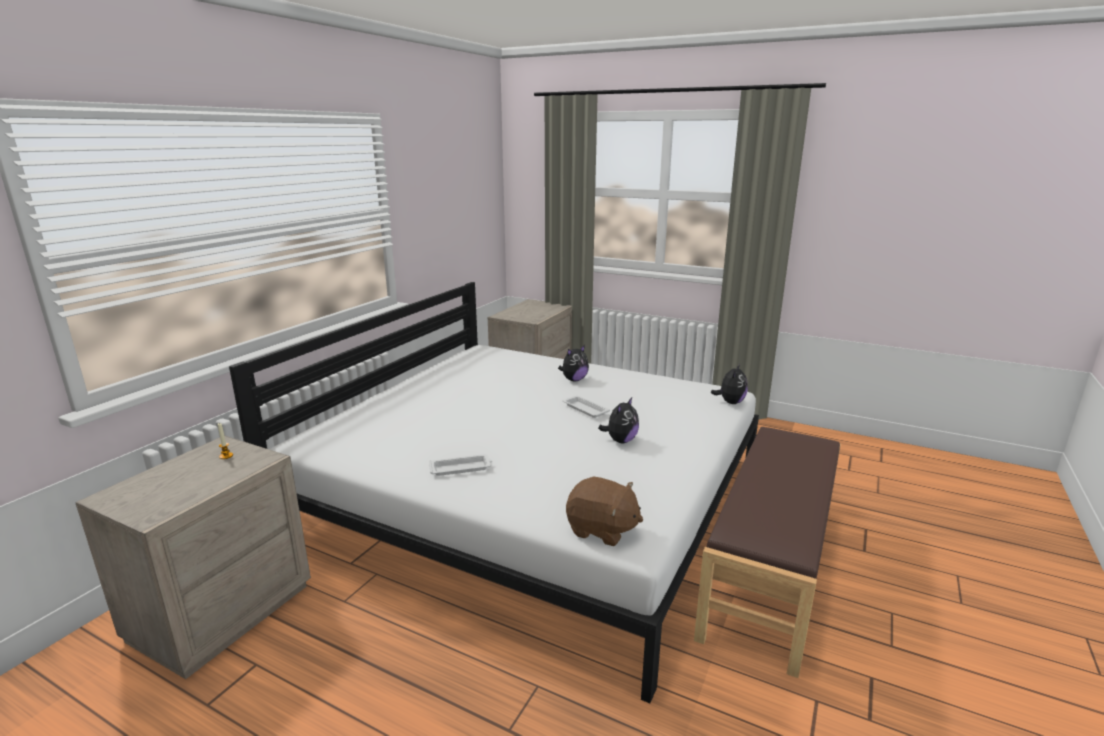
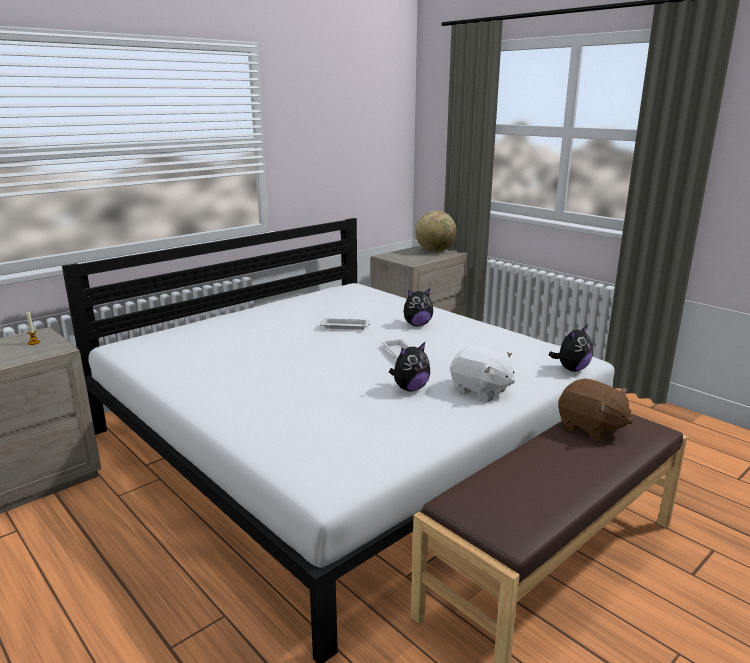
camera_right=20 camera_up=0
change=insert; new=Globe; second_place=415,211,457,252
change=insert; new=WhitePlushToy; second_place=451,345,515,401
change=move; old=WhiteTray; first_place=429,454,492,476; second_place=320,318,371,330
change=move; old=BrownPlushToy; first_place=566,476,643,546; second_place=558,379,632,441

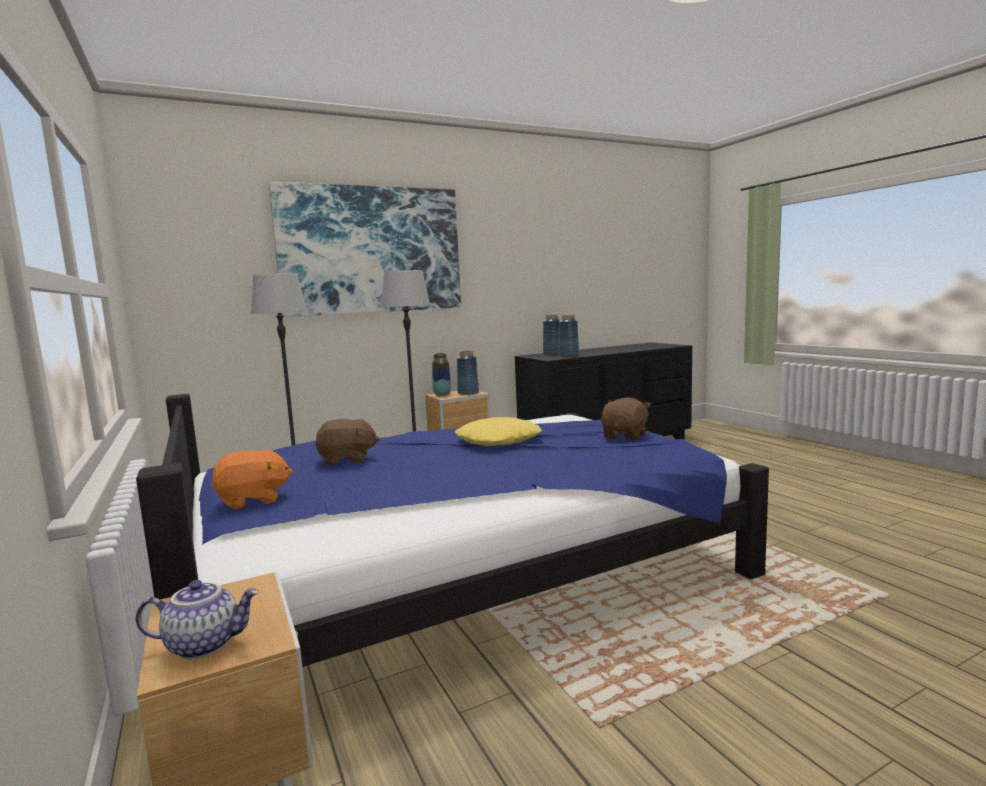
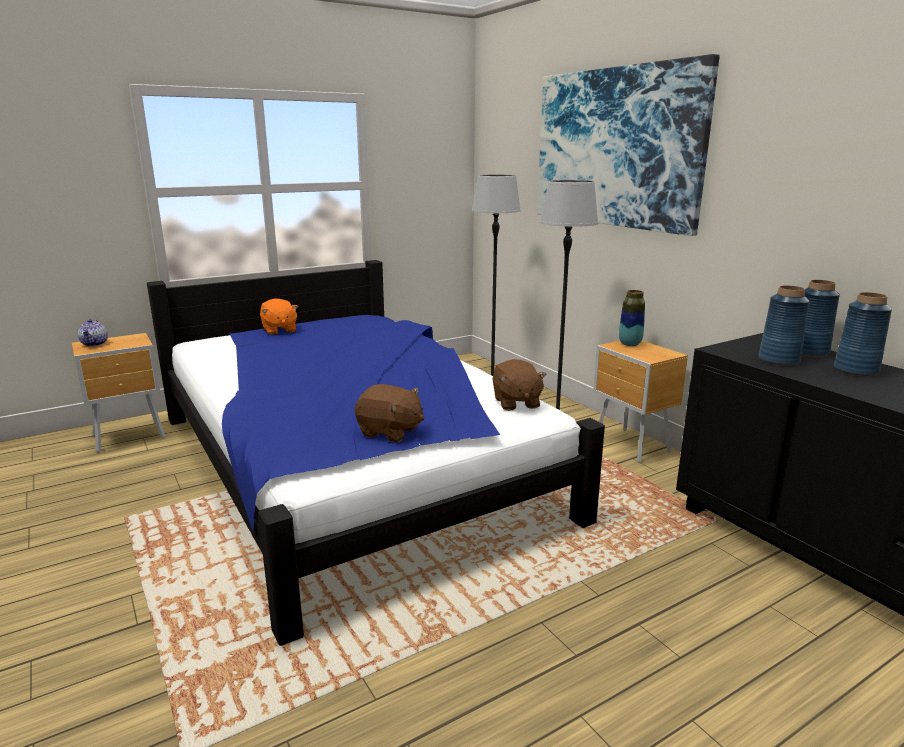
camera_right=85 camera_up=10
change=delete; old=YellowPillow; first_place=455,417,542,446
change=move; old=BrownPlushToy; first_place=315,419,380,465; second_place=492,359,547,411
change=move; old=BlueVase; first_place=457,351,479,395; second_place=834,292,892,377

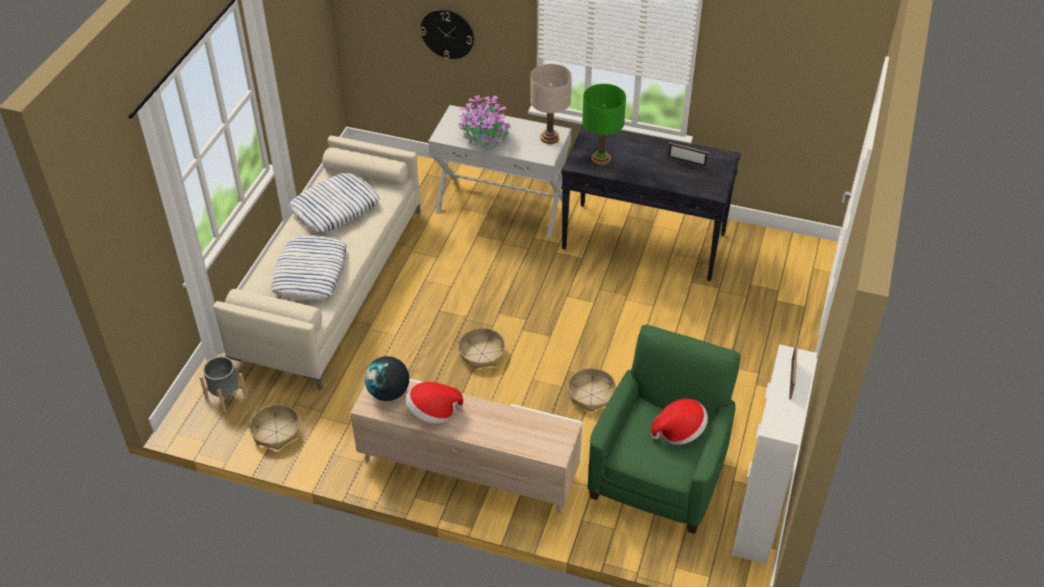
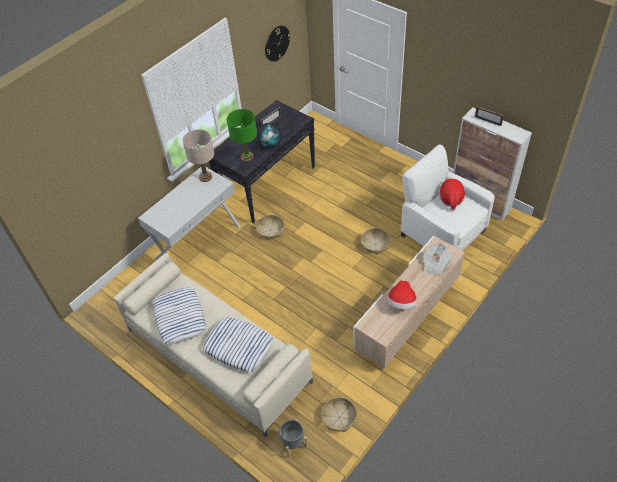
camera_right=-65 camera_up=5
change=delete; old=PottedPlant; first_place=458,95,512,149
change=insert; new=Newspaper; second_place=423,243,452,275
change=move; old=Globe; first_place=365,356,409,401; second_place=257,123,282,148
change=move; old=WallClock; first_place=420,9,474,59; second_place=265,26,291,62
change=move; old=Basket; first_place=458,328,506,369; second_place=256,215,284,240
change=recolor; old=GreenArmchair; new=WhiteArmchair; first_place=588,325,740,534; second_place=401,145,495,251

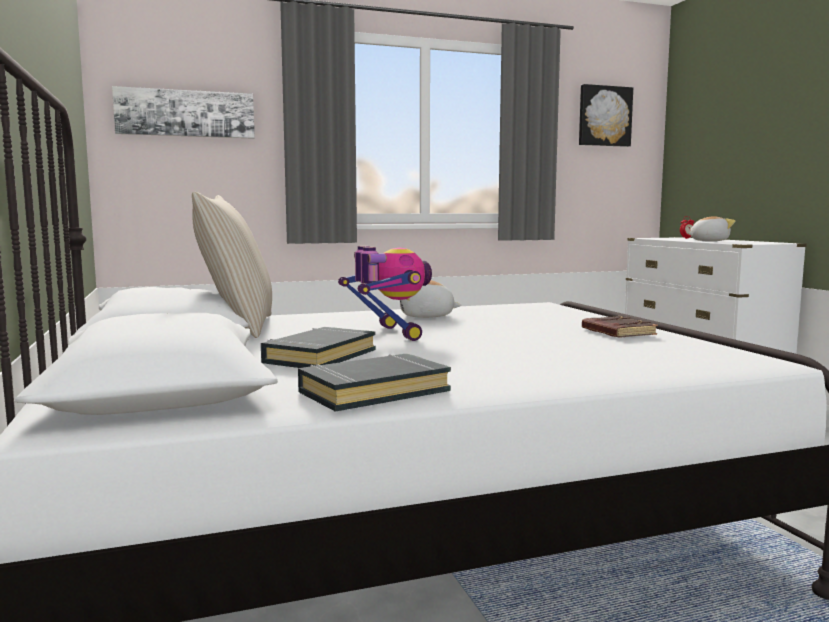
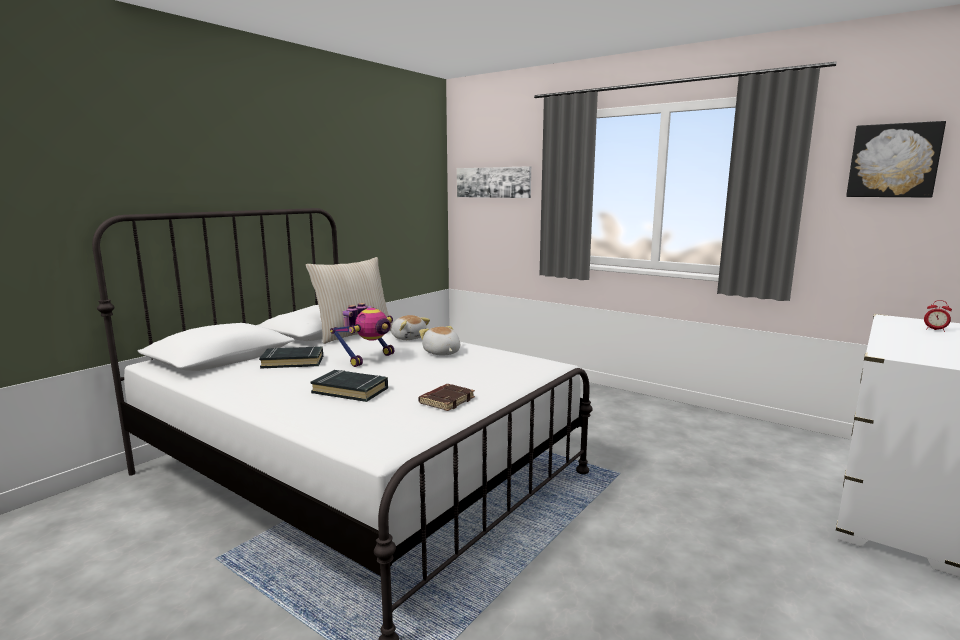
camera_right=55 camera_up=5
change=move; old=BlackBook; first_place=298,353,451,412; second_place=311,370,388,402
change=move; old=PlushToy; first_place=688,216,735,241; second_place=391,315,430,340

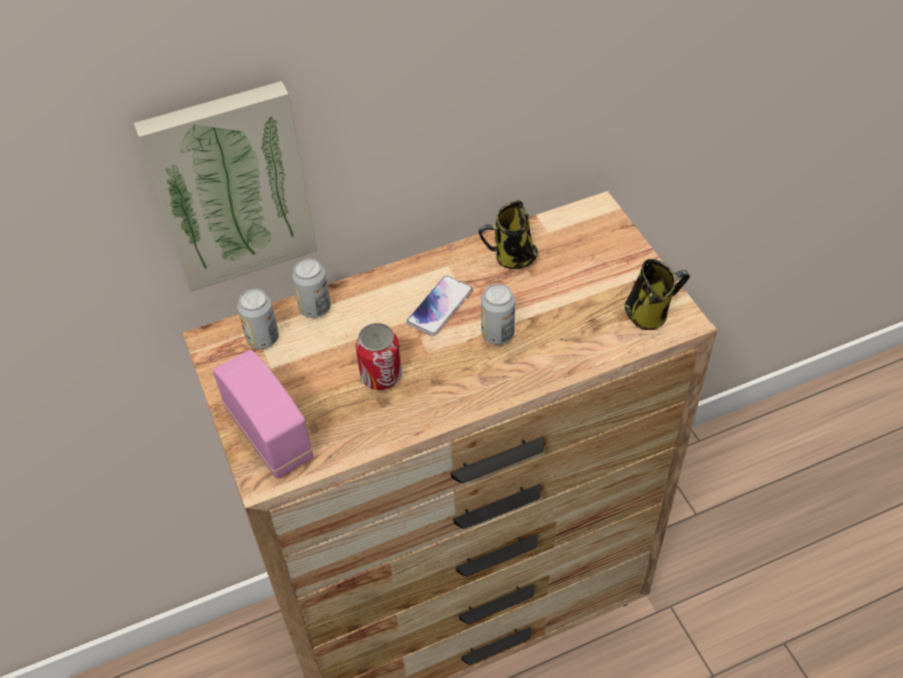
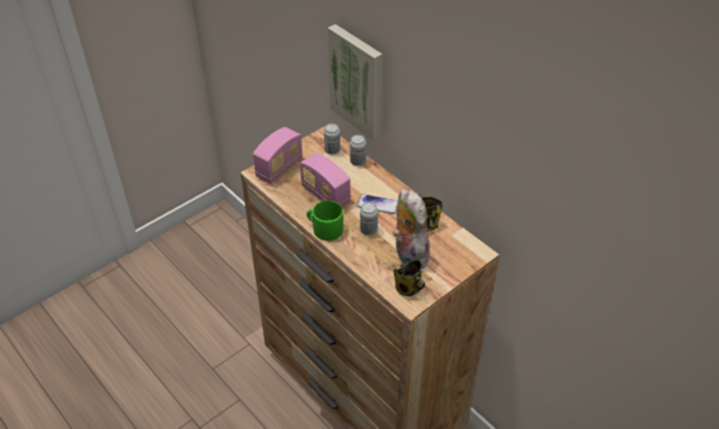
camera_right=70 camera_up=-5
change=insert; new=GreenMug; second_place=307,201,343,241
change=insert; new=PlushToy; second_place=393,189,431,269
change=replace; old=Can; new=Radio; first_place=356,323,402,390; second_place=300,153,351,207

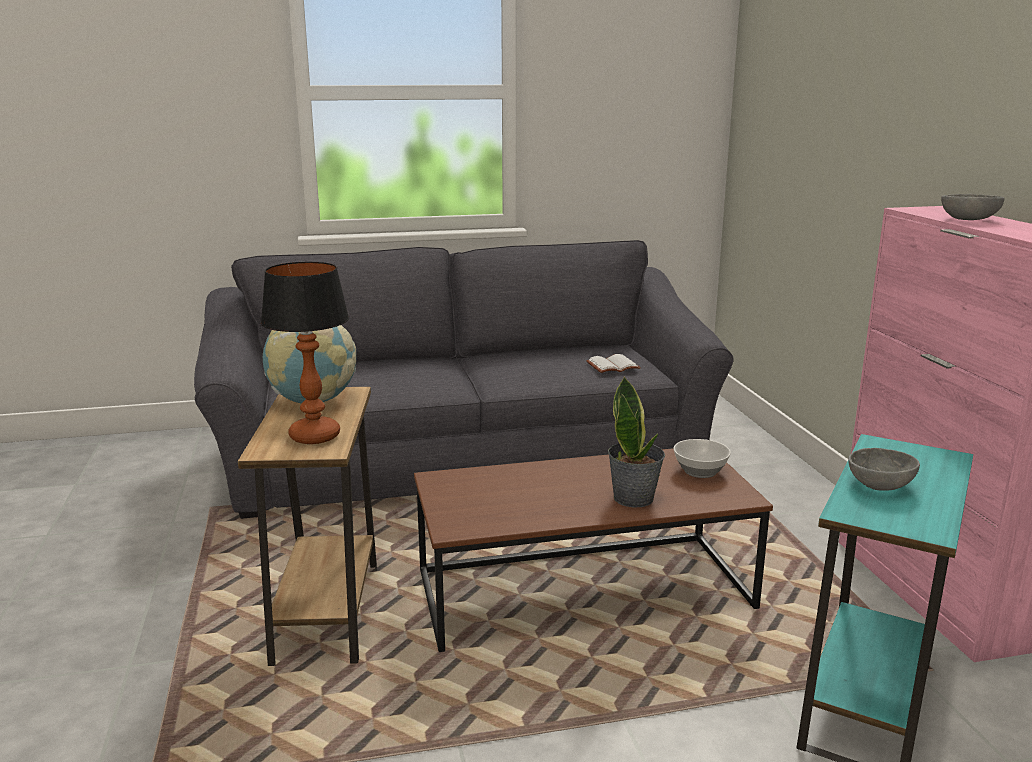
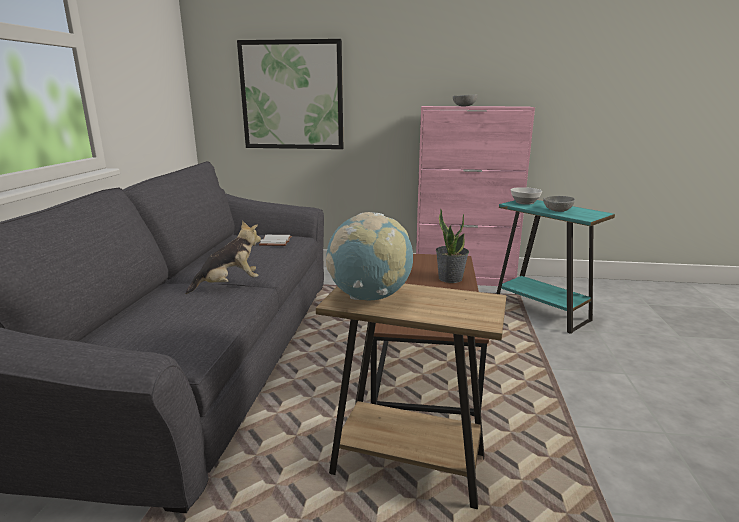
camera_right=-70 camera_up=0
change=delete; old=TableLamp; first_place=261,262,349,444
change=insert; new=PlushToy; second_place=185,221,261,294
change=insert; new=Picture; second_place=237,39,343,149
change=move; old=Bowl; first_place=673,439,731,478; second_place=511,187,542,205

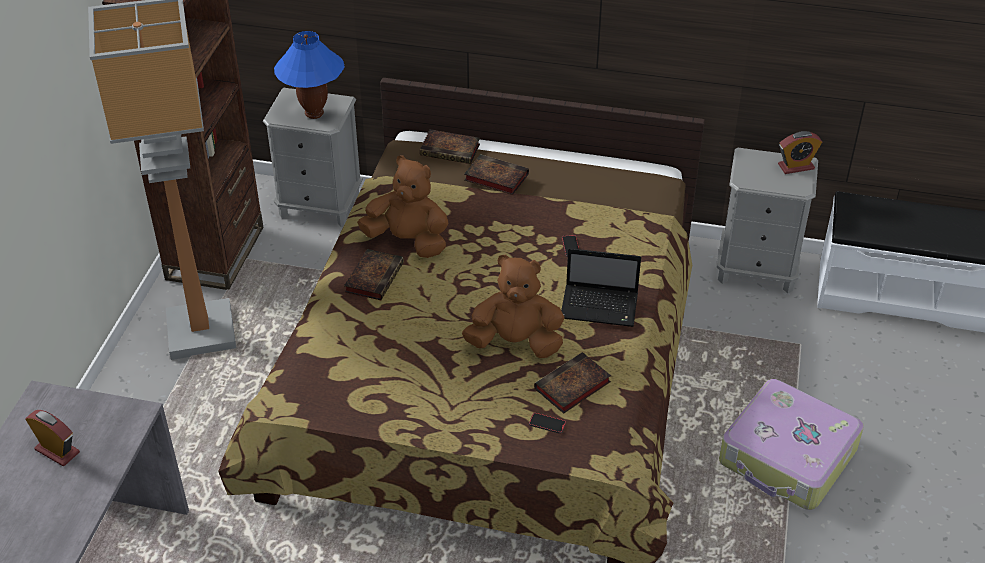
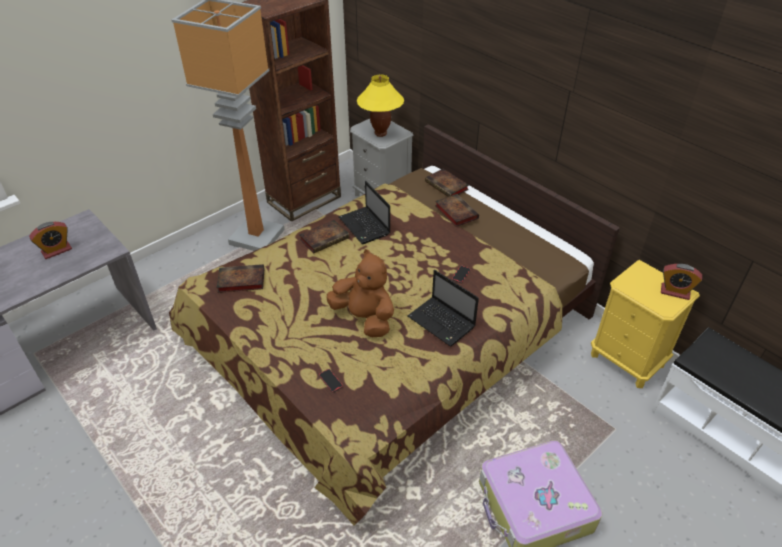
camera_right=35 camera_up=0
change=move; old=Book; first_place=534,352,611,414; second_place=217,264,264,293
change=replace; old=BrownPlushToy; new=Laptop; first_place=357,156,449,258; second_place=338,181,390,244
change=recolor; old=BlueTableLamp; new=YellowTableLamp; first_place=274,31,344,119; second_place=357,74,404,137
change=recolor; old=GreyNightstand; new=YellowNightstand; first_place=717,147,818,293; second_place=591,260,700,388
change=rotate; old=AlarmClock; first_place=25,410,80,466; second_place=29,222,72,259; degrees=75

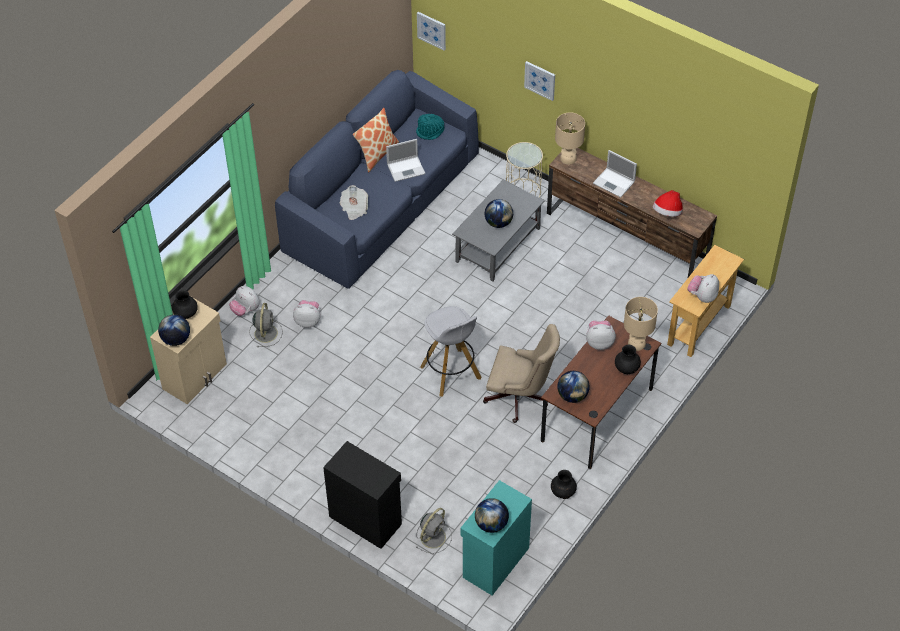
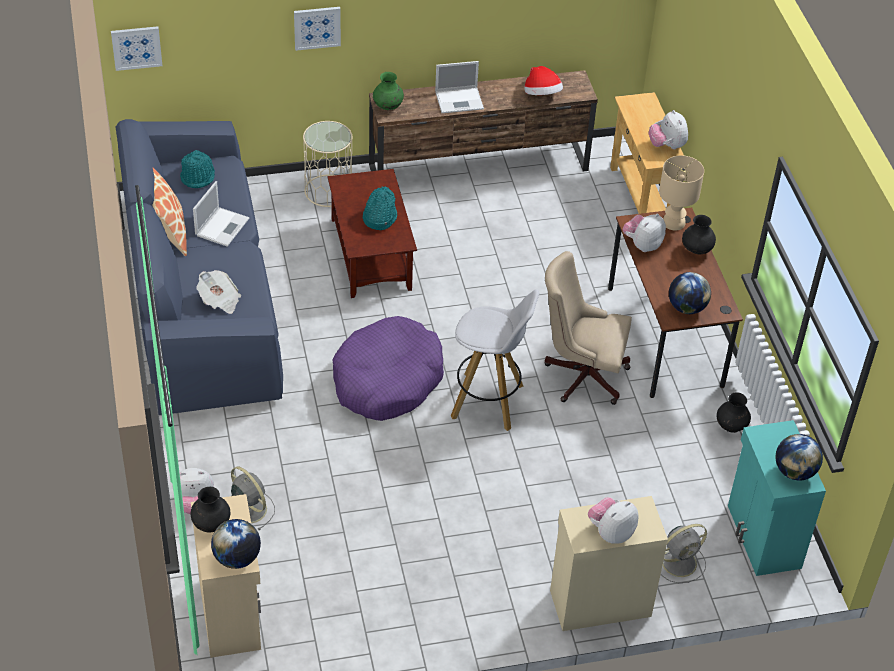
camera_right=-50 camera_up=-5
change=insert; new=PurpleDogBed; second_place=332,316,444,421
change=move; old=PlushToy; first_place=293,300,320,328; second_place=588,497,639,544
change=replace; old=Globe; new=TurquoiseHat; first_place=485,199,513,228; second_place=362,186,397,230
change=replace; old=BeigeTableLamp; new=GreenVase; first_place=555,112,585,165; second_place=373,72,404,110
change=recolor; old=BlackCabinet; new=BeigeCabinet; first_place=323,441,402,549; second_place=550,496,668,631
change=recolor; old=GreyCoffeeTable; new=BrownCoffeeTable; first_place=452,180,545,282; second_place=327,169,417,298
change=rotate; old=GreyFan; first_place=416,508,452,554; second_place=661,524,707,583; degrees=75
change=rotate; old=BeigeOfficeChair; first_place=483,324,560,423; second_place=545,251,632,405; degrees=-135

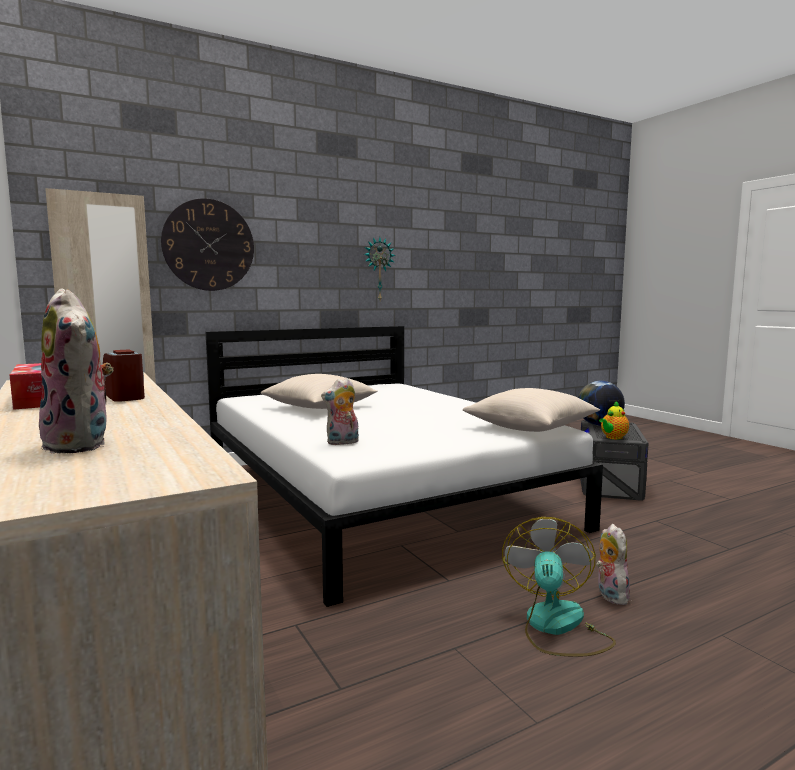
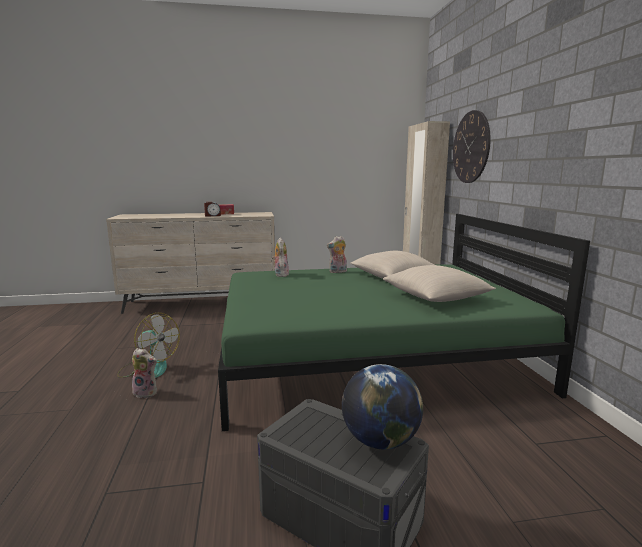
camera_right=110 camera_up=5
change=delete; old=WallClock; first_place=364,237,396,300
change=delete; old=Teapot; first_place=599,401,629,439
change=move; old=PlushToy; first_place=39,289,114,454; second_place=327,236,347,273
change=move; old=BeigePillow; first_place=463,388,600,432; second_place=383,265,496,302
change=recolor; old=WhiteBed; new=GreenBed; first_place=206,326,603,607; second_place=218,214,590,431

